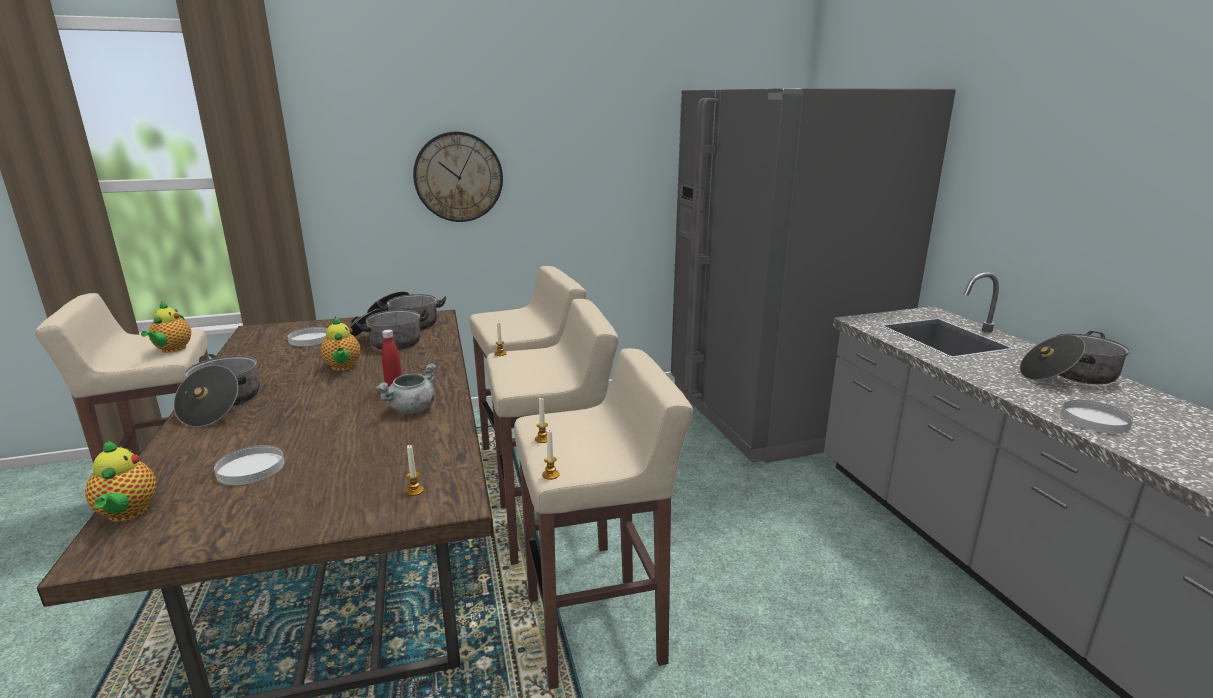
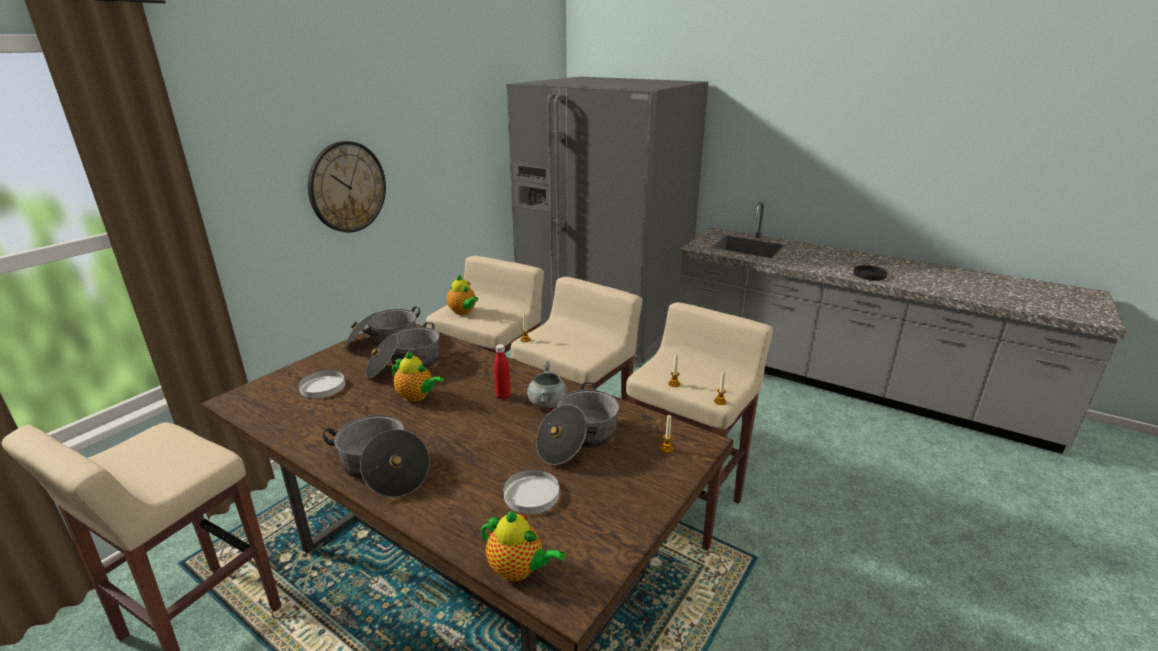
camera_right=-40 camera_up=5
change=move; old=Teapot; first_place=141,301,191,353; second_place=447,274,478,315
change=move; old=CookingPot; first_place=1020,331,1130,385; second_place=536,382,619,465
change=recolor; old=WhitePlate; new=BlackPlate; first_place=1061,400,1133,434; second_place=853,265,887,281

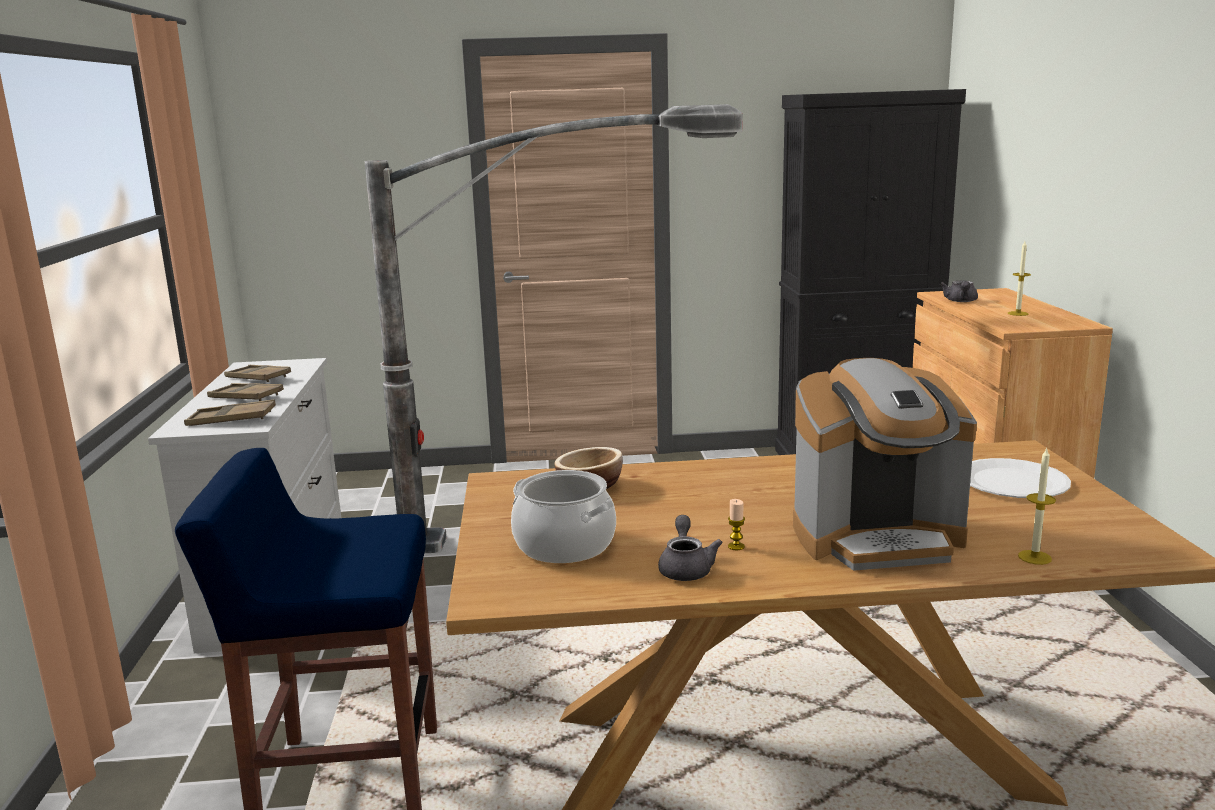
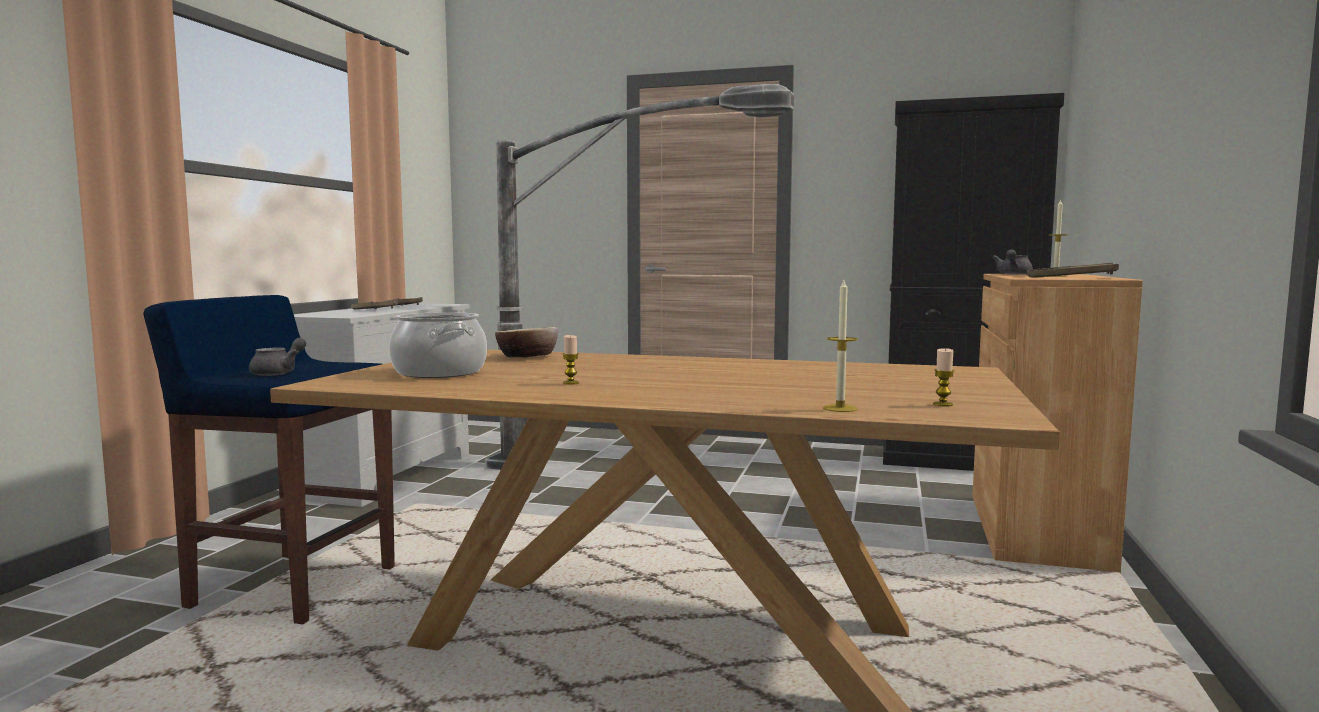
camera_right=20 camera_up=-10
change=delete; old=CoffeeMachine; first_place=793,358,977,571
change=delete; old=WhitePlate; first_place=970,458,1071,498
change=insert; new=Candle; second_place=933,348,955,407
change=move; old=BrownTray; first_place=184,400,276,426; second_place=1026,263,1119,278
change=move; old=GreyTeapot; first_place=658,515,723,581; second_place=249,338,306,376

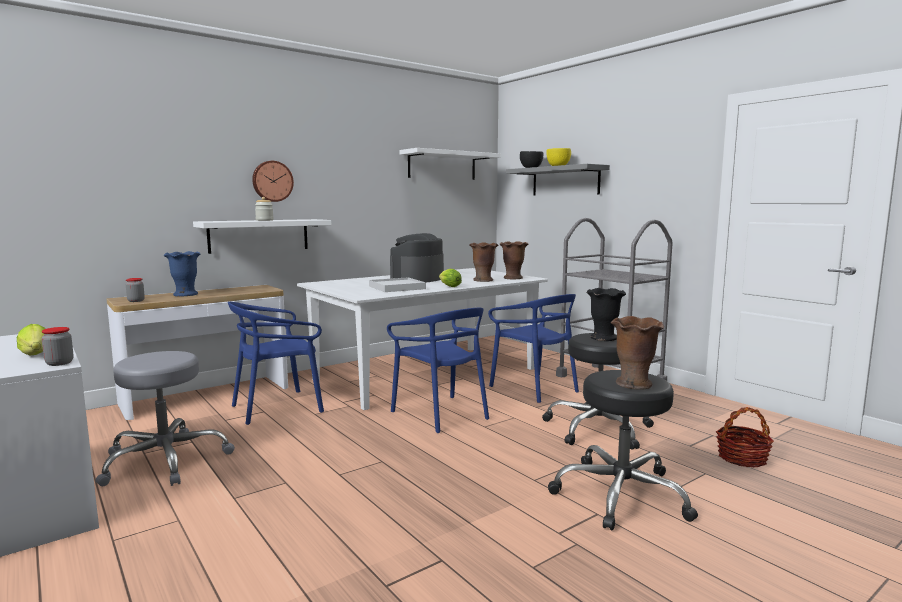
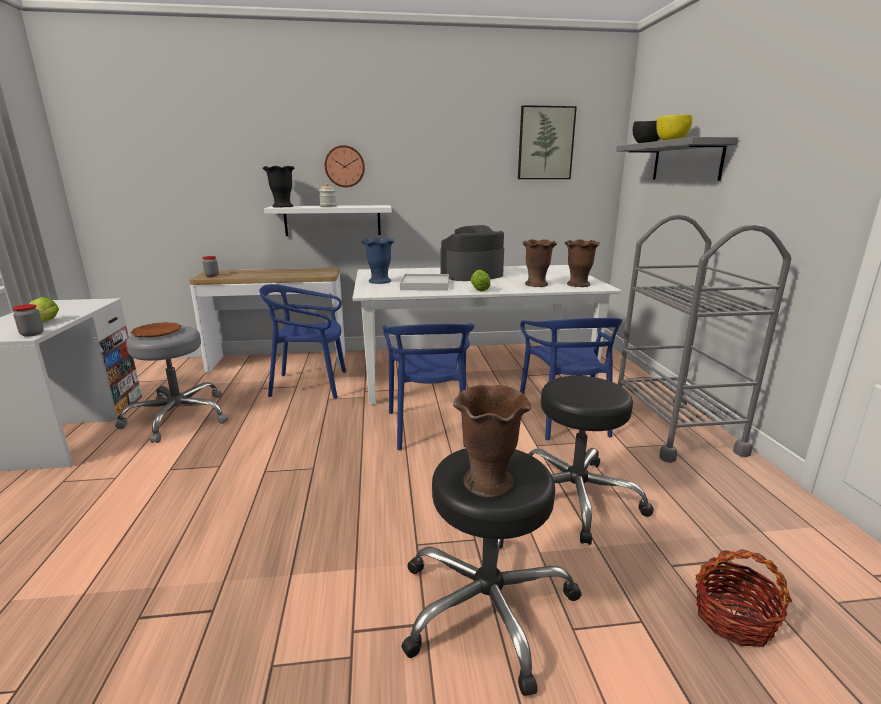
camera_right=30 camera_up=10
change=insert; new=BrownPlate; second_place=131,322,181,338
change=move; old=BlueVase; first_place=164,251,200,296; second_place=361,238,394,284
change=move; old=BlackVase; first_place=587,288,626,341; second_place=263,166,294,207
change=replace; old=WhiteShelf; new=Picture; first_place=399,148,500,180; second_place=518,105,577,179

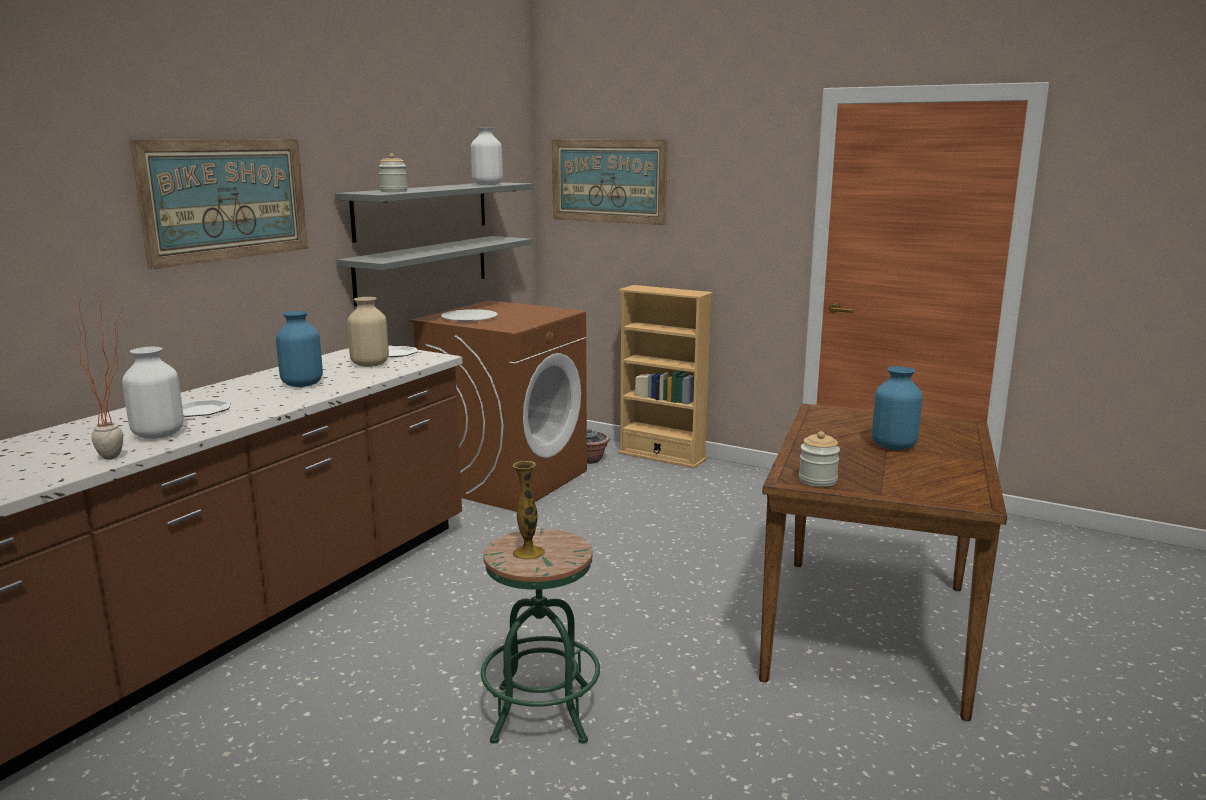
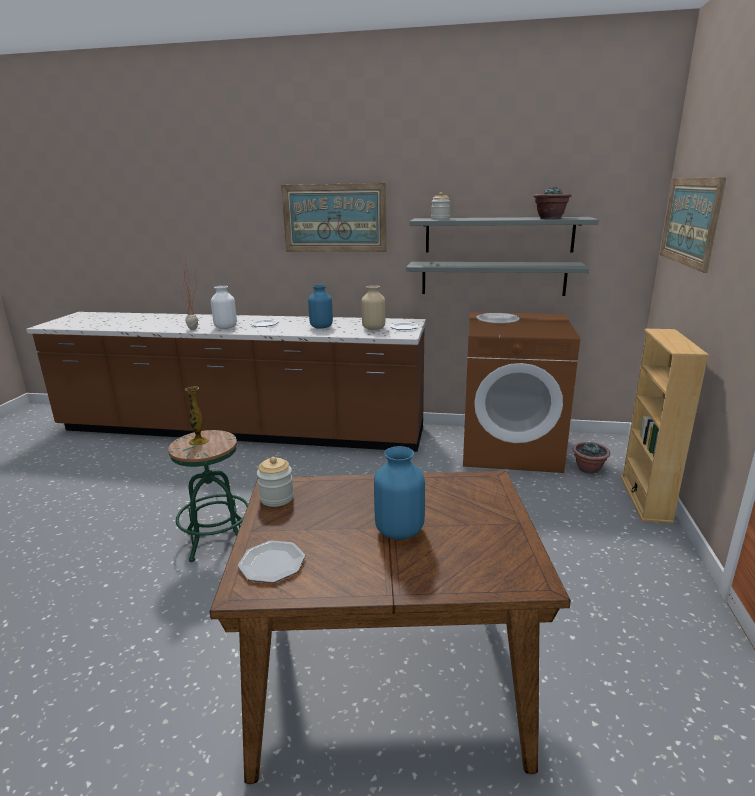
camera_right=70 camera_up=5
change=insert; new=Plate; second_place=238,541,305,583
change=replace; old=WhiteVase; new=PottedPlant; first_place=471,127,503,185; second_place=533,187,572,219

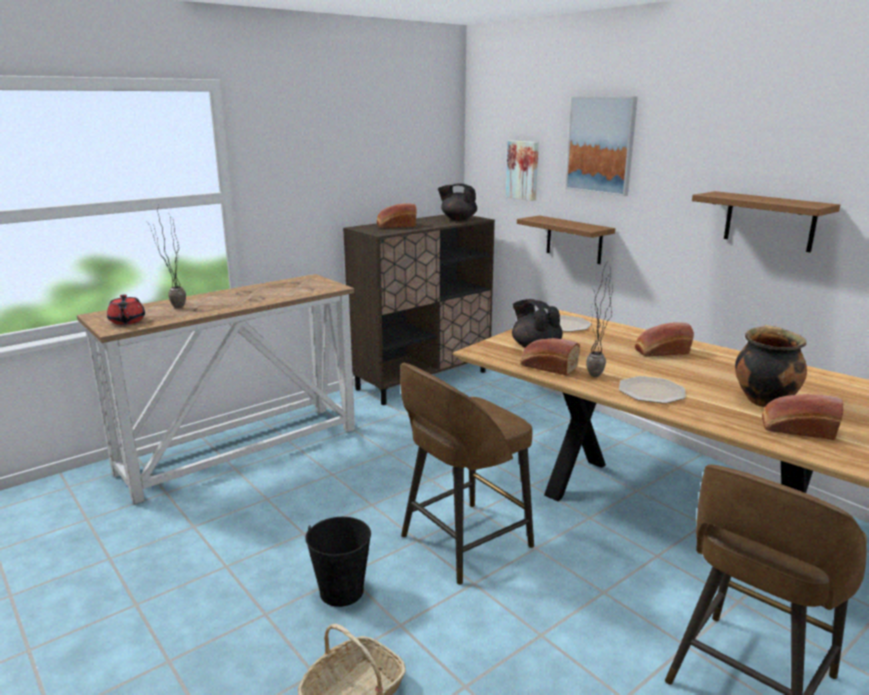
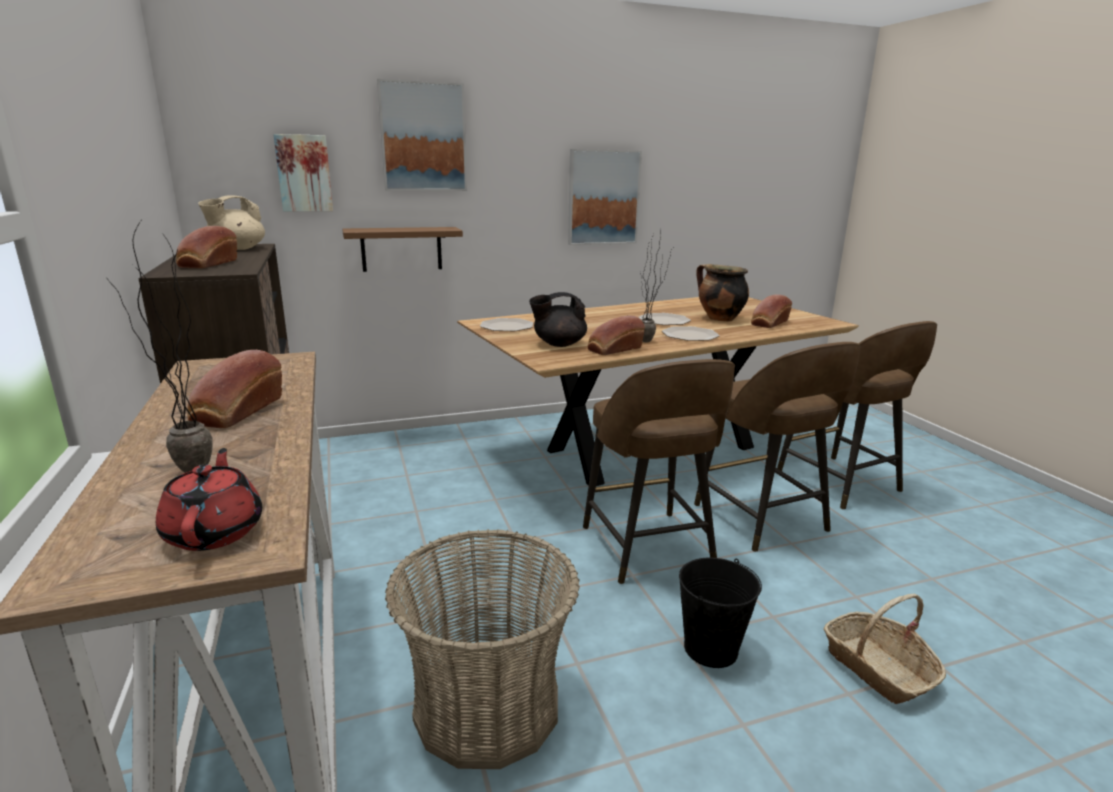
camera_right=-70 camera_up=0
change=insert; new=Basket; second_place=385,529,580,769
change=insert; new=Plate; second_place=638,313,691,325
change=insert; new=BrownStool; second_place=694,342,860,552
change=move; old=Bread; first_place=635,322,694,357; second_place=187,350,282,428
change=replace; old=BrownShelf; new=Picture; first_place=692,191,840,252; second_place=568,149,642,245
change=recolor; old=BlackTeapot; new=BeigeTeapot; first_place=438,183,477,221; second_place=198,195,265,250
change=rotate; old=RedTeapot; first_place=107,294,145,325; second_place=156,448,262,551; degrees=-105

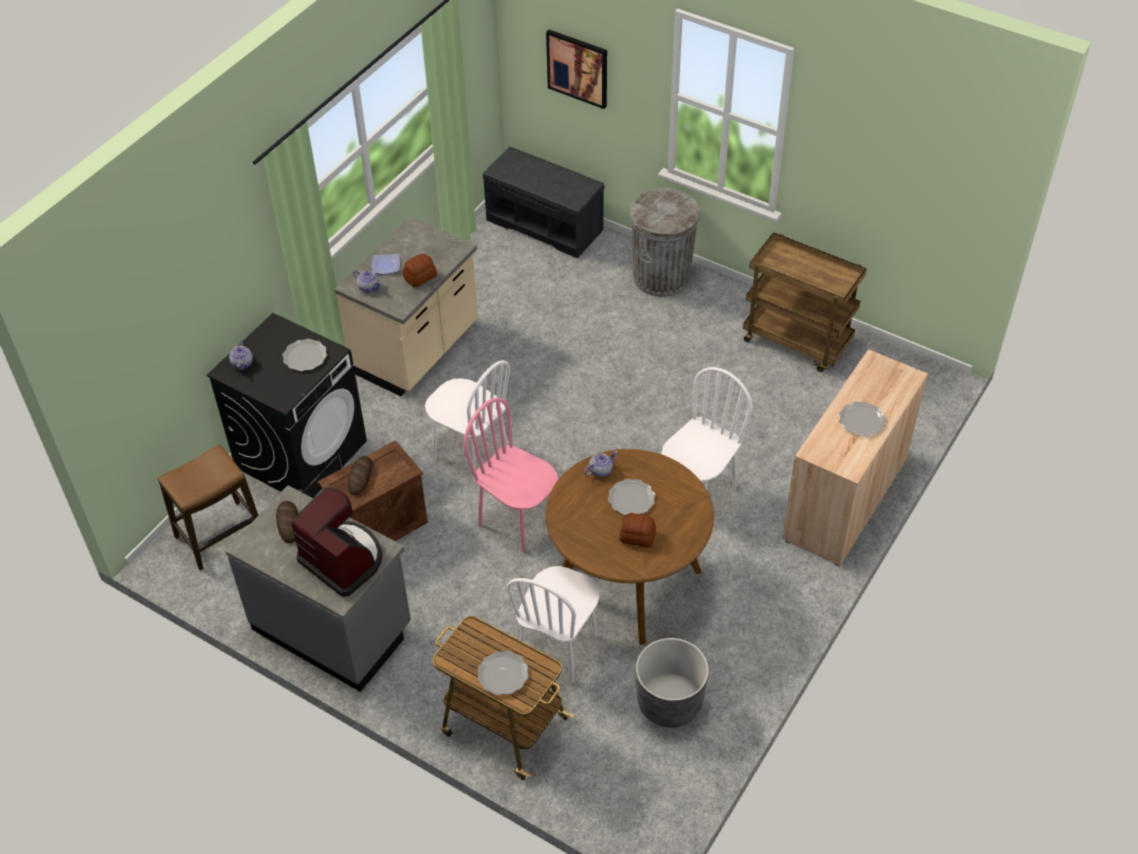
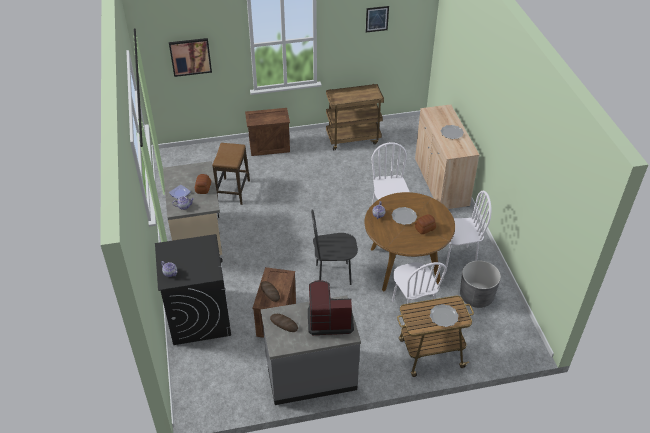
camera_right=-45 camera_up=-5
change=delete; old=Plate; first_place=282,339,327,371
change=delete; old=GreyBench; first_place=483,147,604,258
change=insert; new=Picture; second_place=366,6,389,33
change=move; old=Stool; first_place=158,445,258,570; second_place=212,143,250,205
change=move; old=WhiteChair; first_place=425,360,510,483; second_place=446,190,491,270
change=replace; old=GreyTrashCan; new=Crate; first_place=630,188,700,297; second_place=245,108,290,156
change=recolor; old=PinkChair; new=BlackChair; first_place=463,398,558,552; second_place=311,210,358,285

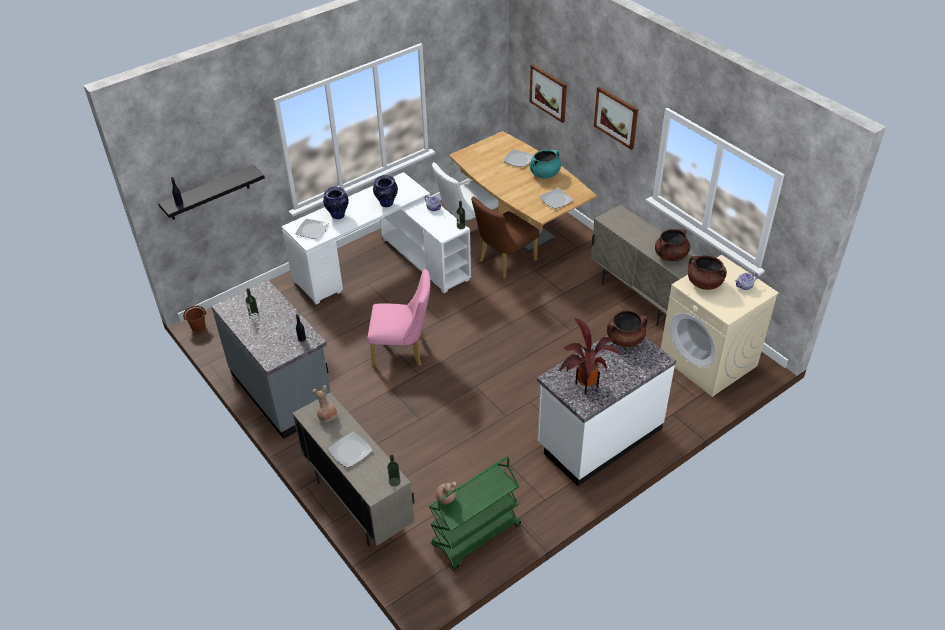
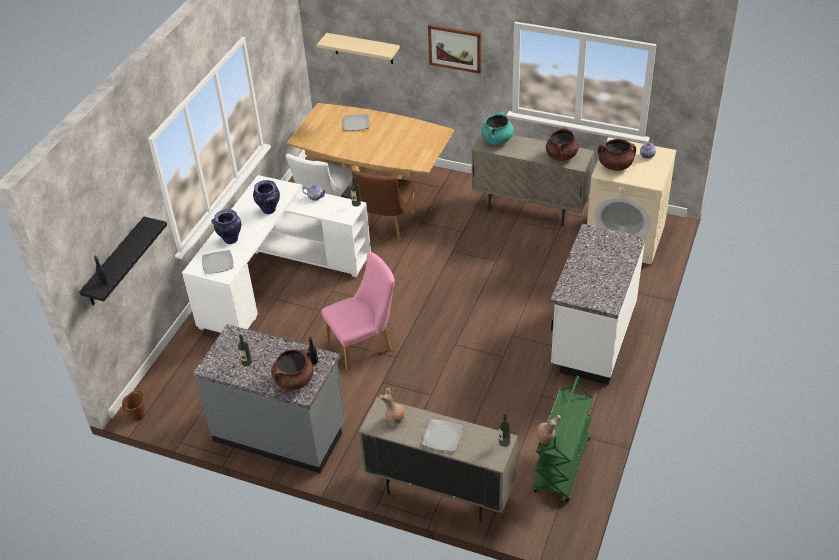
camera_right=-30 camera_up=0
change=delete; old=Plate; first_place=539,188,573,209
change=delete; old=PottedPlant; first_place=558,317,621,394
change=move; old=TurquoiseCookingPot; first_place=530,150,561,178; second_place=481,112,514,145
change=move; old=BrownCookingPot; first_place=607,310,648,347; second_place=271,349,313,390
change=replace; old=Picture; new=BeigeShelf; first_place=530,64,567,123; second_place=317,33,400,64

